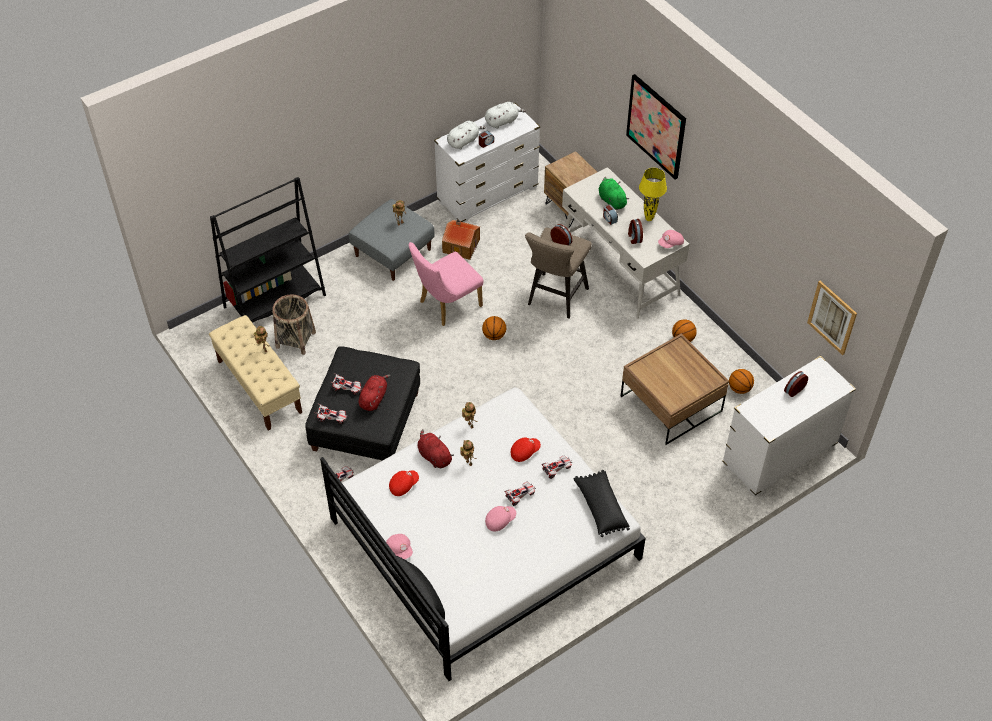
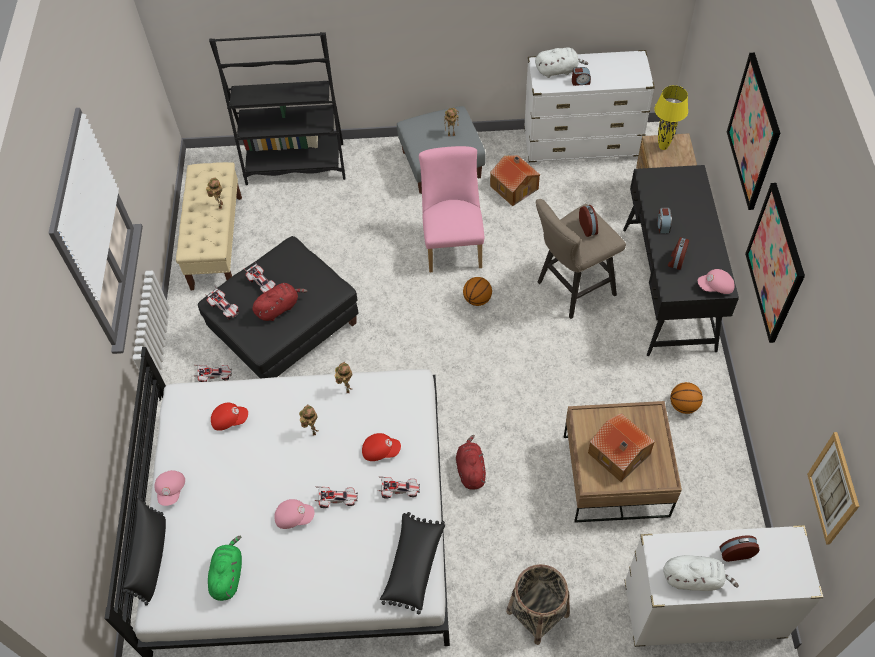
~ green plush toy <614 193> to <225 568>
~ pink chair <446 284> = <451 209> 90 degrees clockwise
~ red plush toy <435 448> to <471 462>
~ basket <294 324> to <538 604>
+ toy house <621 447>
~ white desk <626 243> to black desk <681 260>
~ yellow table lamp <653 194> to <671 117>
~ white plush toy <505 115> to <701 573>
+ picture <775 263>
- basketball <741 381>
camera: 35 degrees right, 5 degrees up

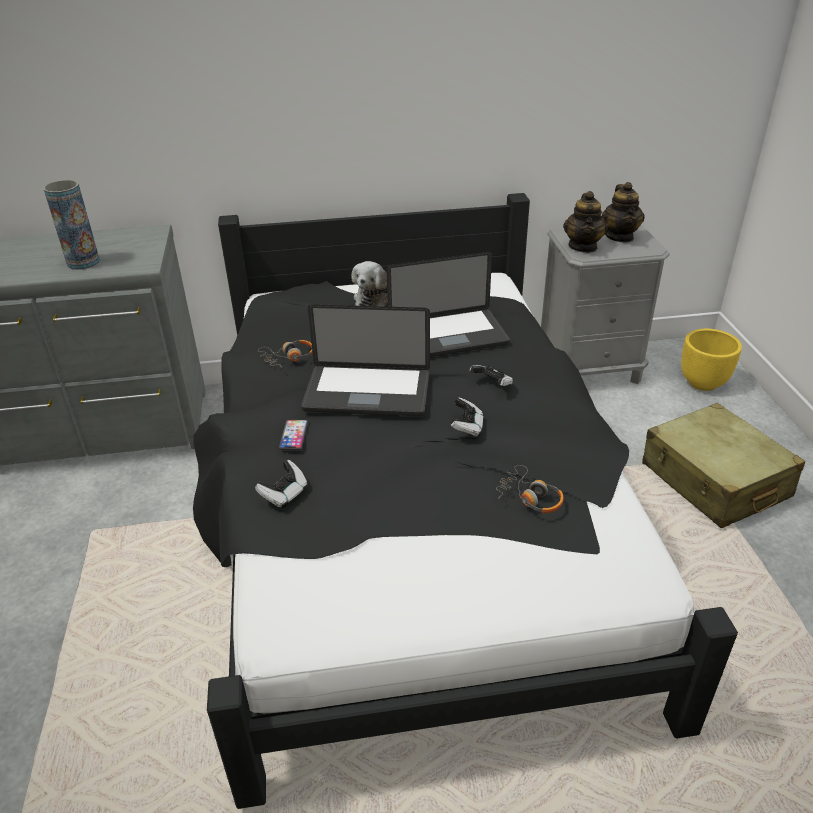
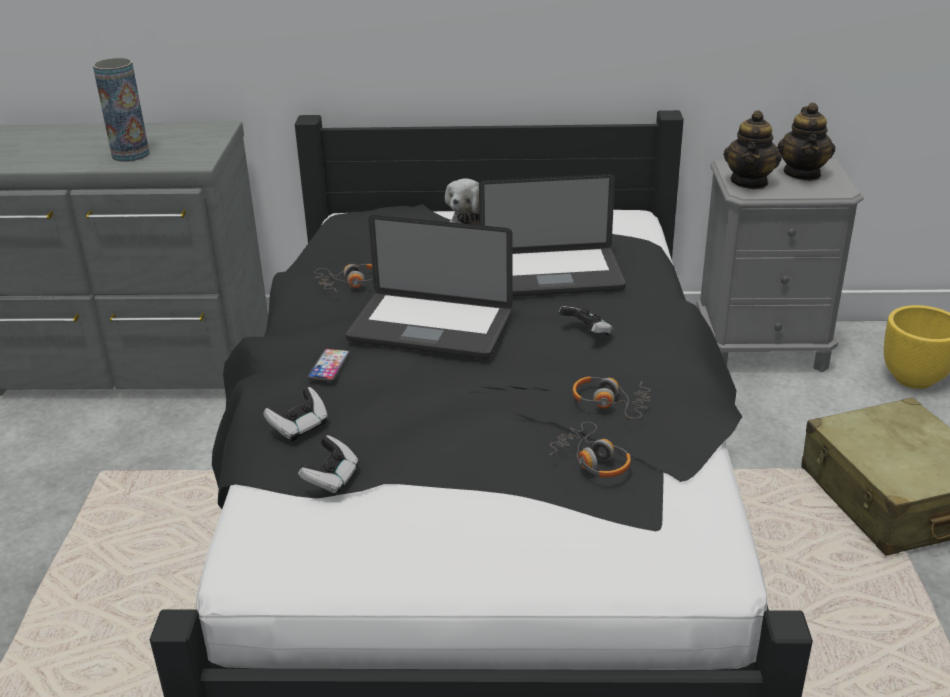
~ game controller <467 417> to <328 464>
+ headphones <611 397>
camera: 10 degrees right, 5 degrees down

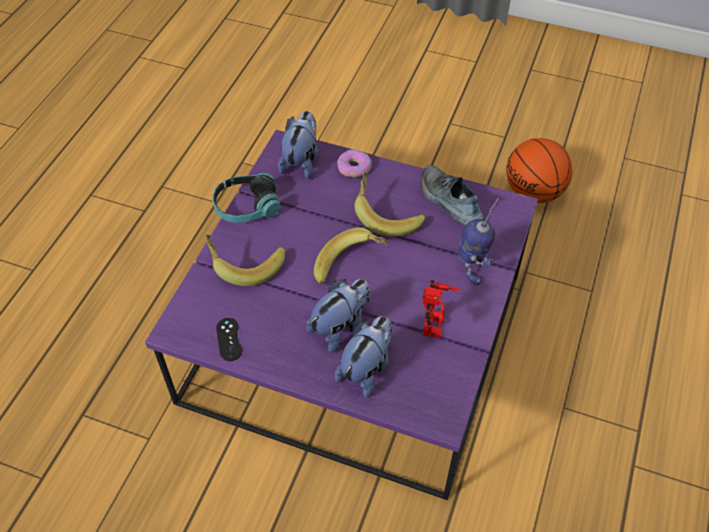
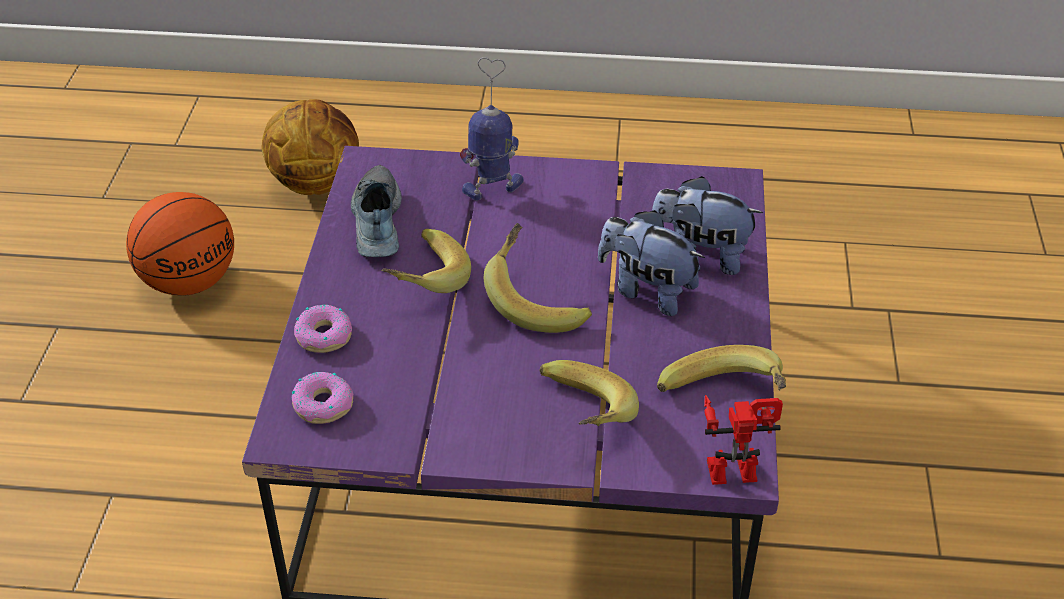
+ basketball <310 147>
~ plush toy <298 145> to donut <323 398>
~ shoe <452 195> = <376 211> 135 degrees clockwise
~ black game controller <229 339> to banana <721 368>
~ toy robot <441 309> to <743 440>
- headphones <246 198>
camera: 105 degrees left, 10 degrees down

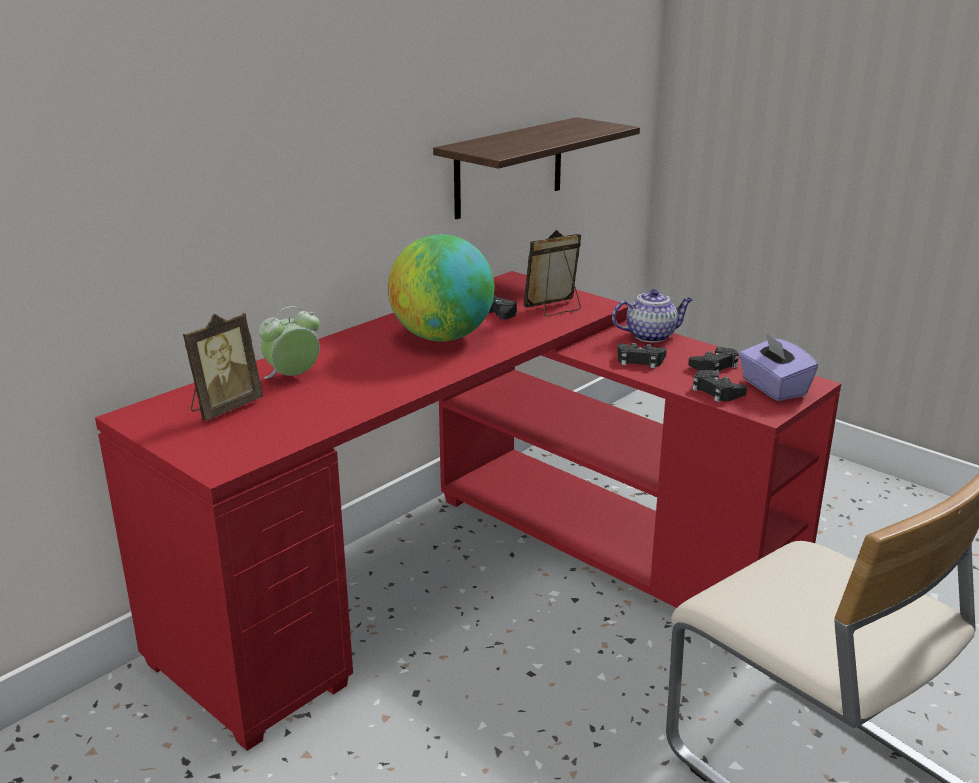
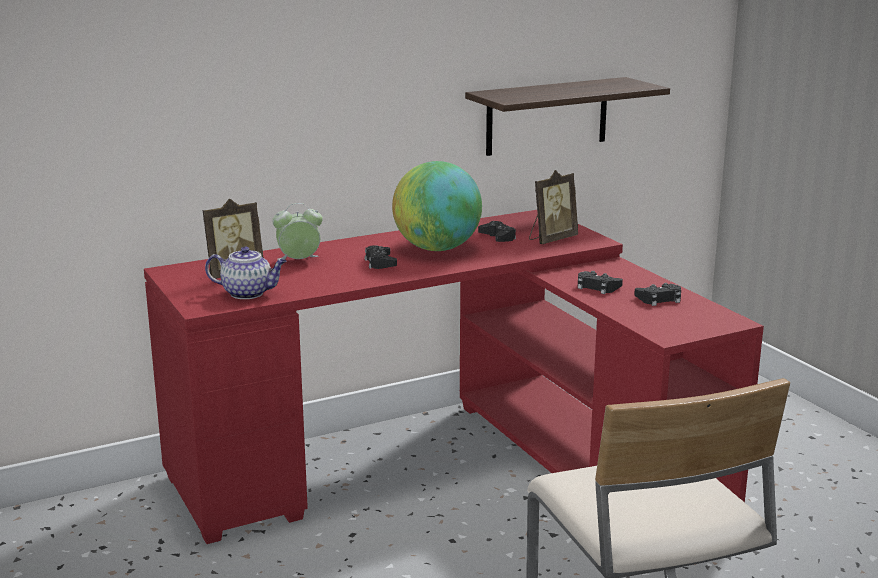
~ teapot <652 315> to <245 272>
~ black game controller <719 386> to <381 257>
~ picture frame <552 273> = <553 207> 150 degrees clockwise
- purple tissue box <778 366>
camera: 20 degrees right, 5 degrees down

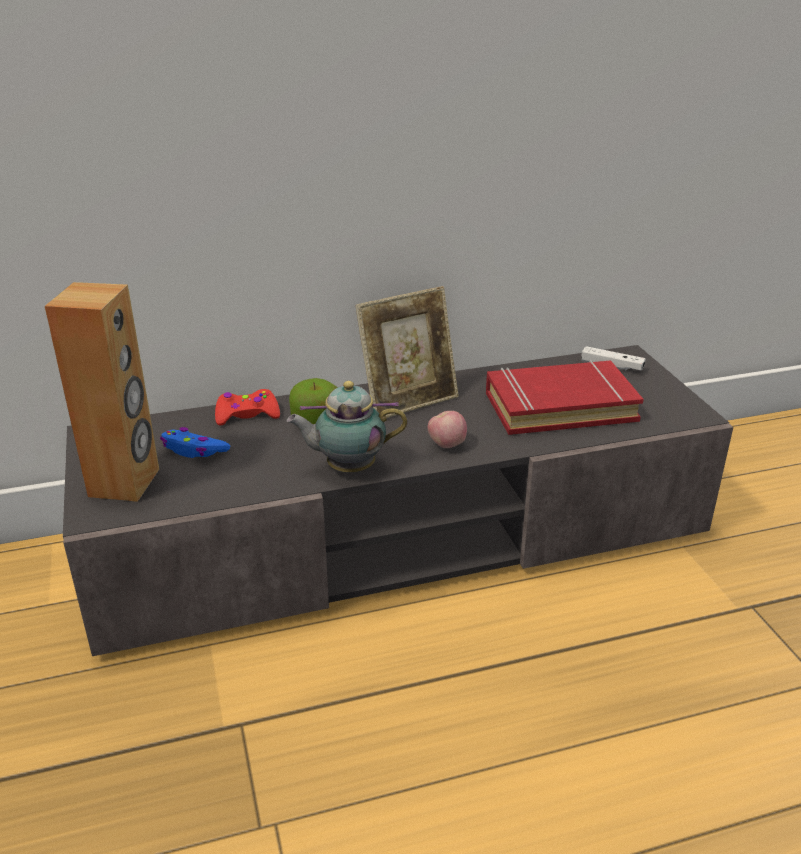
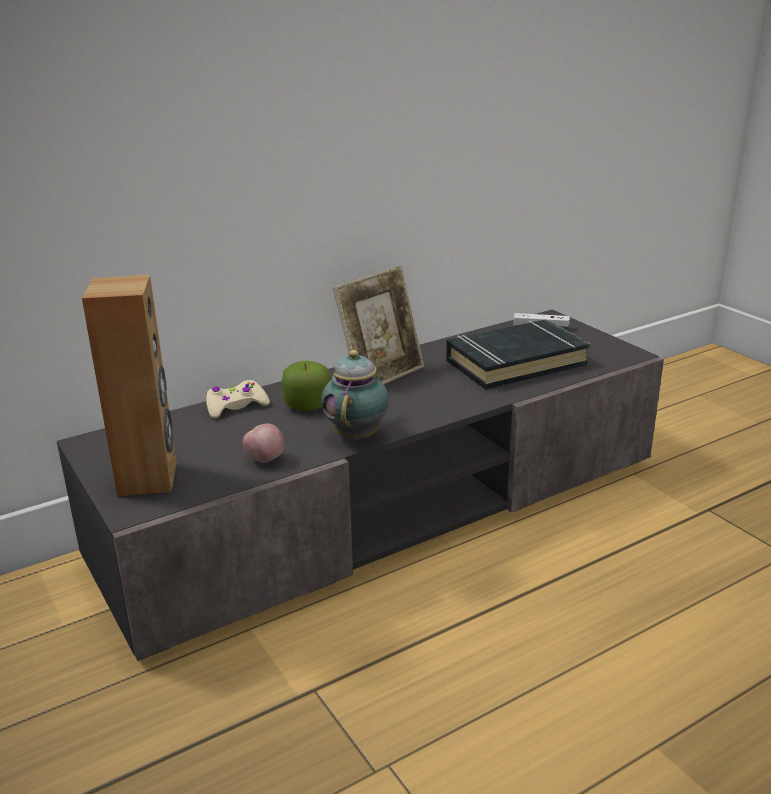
~ red game controller <247 407> to beige game controller <238 399>
~ apple <447 429> to <263 443>
~ teapot <346 426> = <355 395> 120 degrees clockwise
~ red book <565 397> to black book <518 354>
- blue game controller <195 442>
camera: 15 degrees left, 5 degrees down

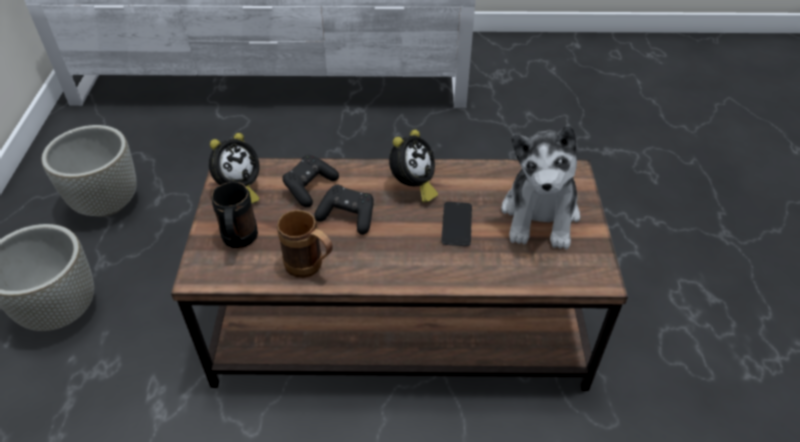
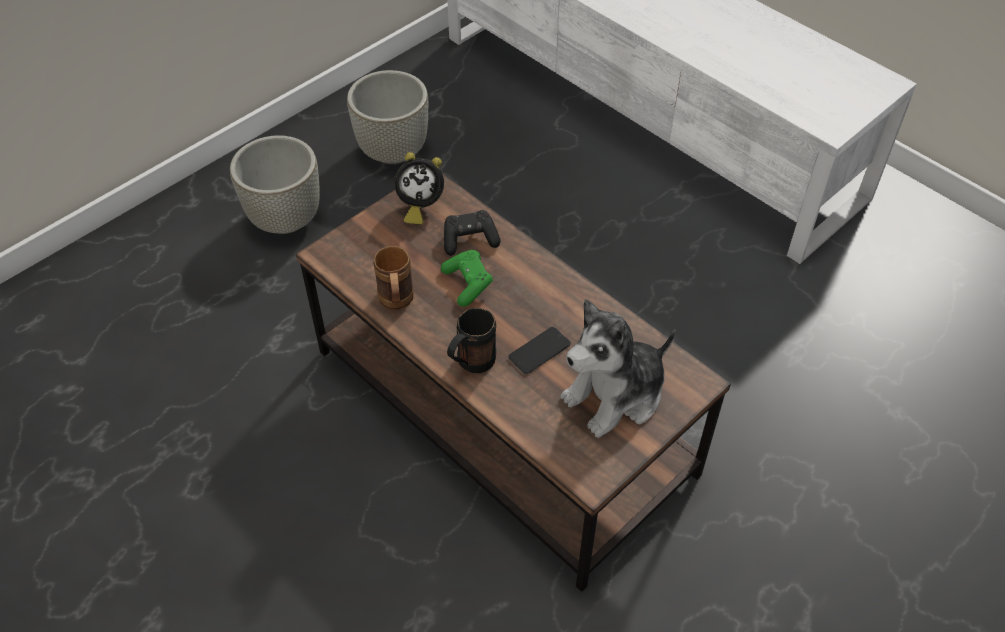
~ black game controller <344 210> to green game controller <467 278>
~ black mug <234 215> to <471 340>
- alarm clock <413 165>
camera: 45 degrees right, 5 degrees up

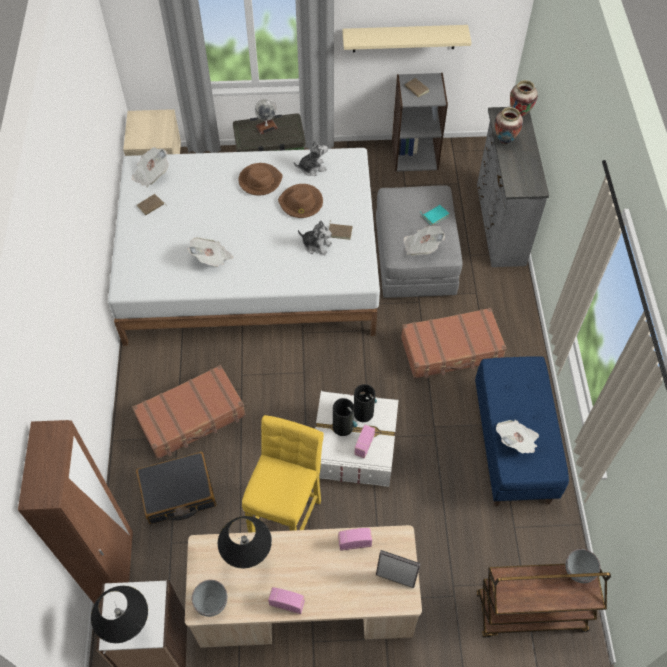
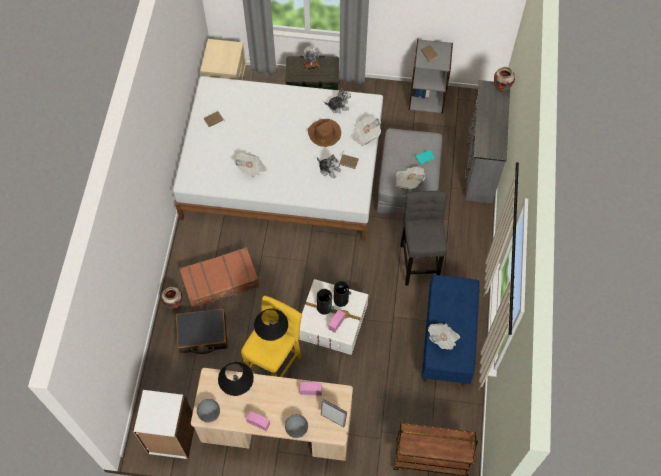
~ vase <509 125> to <171 298>
~ black table lamp <119 614> to <271 325>
~ grey bowl <583 566> to <296 426>
~ newspaper <150 167> to <365 130>
~ brown suitcase <454 343> to grey stool <424 238>
- brown wardrobe <75 513>
- brown hat <260 179>
- beige shelf <407 38>
camera: 10 degrees right, 5 degrees up

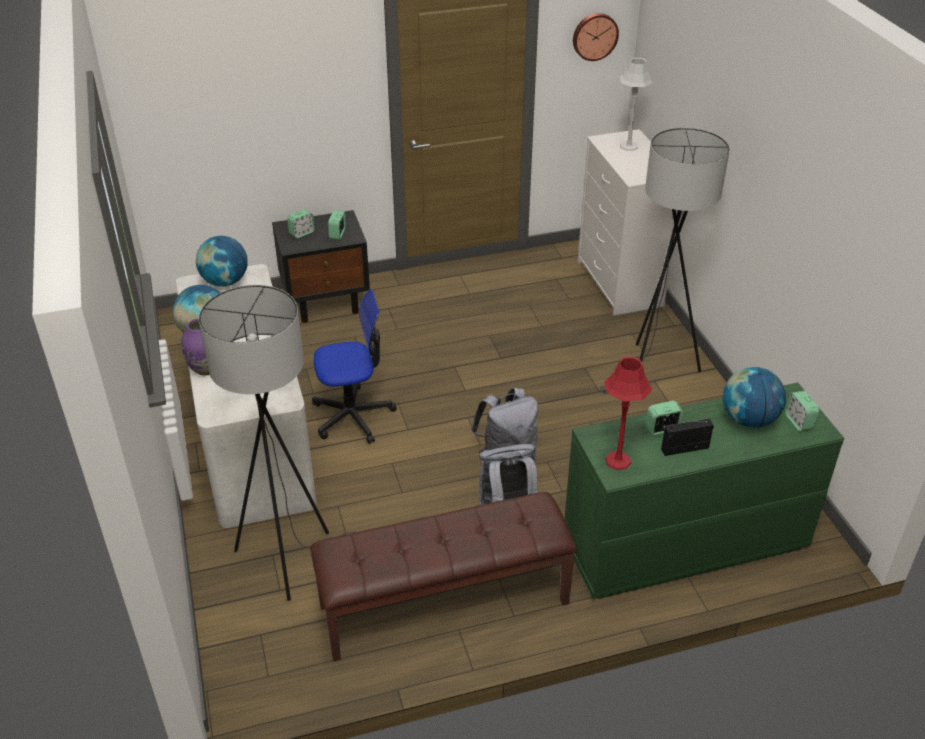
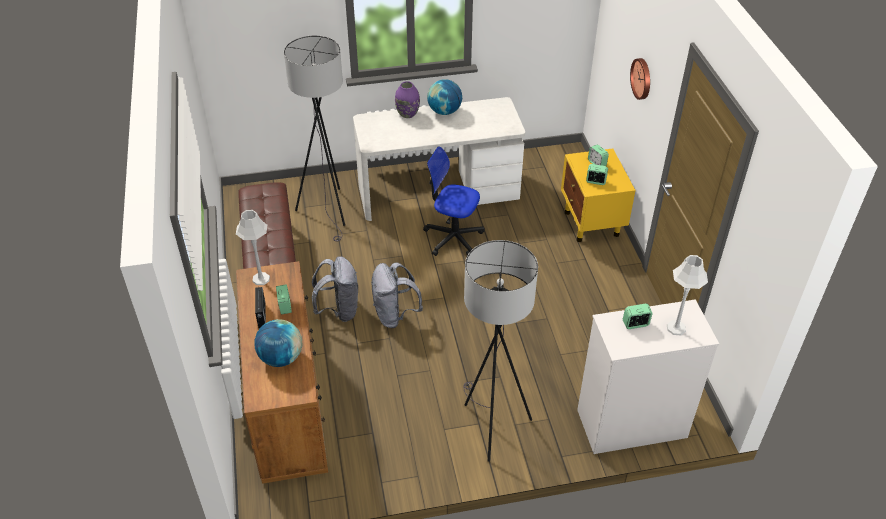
~ red table lamp <628 413> to grey table lamp <253 247>
~ green dresser <704 490> to brown dresser <282 372>
~ office chair <354 366> = <454 201> 120 degrees clockwise
~ black nightstand <321 266> to yellow nightstand <598 195>
~ alarm clock <802 411> to <638 316>
~ wall clock <596 37> to <640 79>
- globe <222 261>
camera: 95 degrees right, 5 degrees up

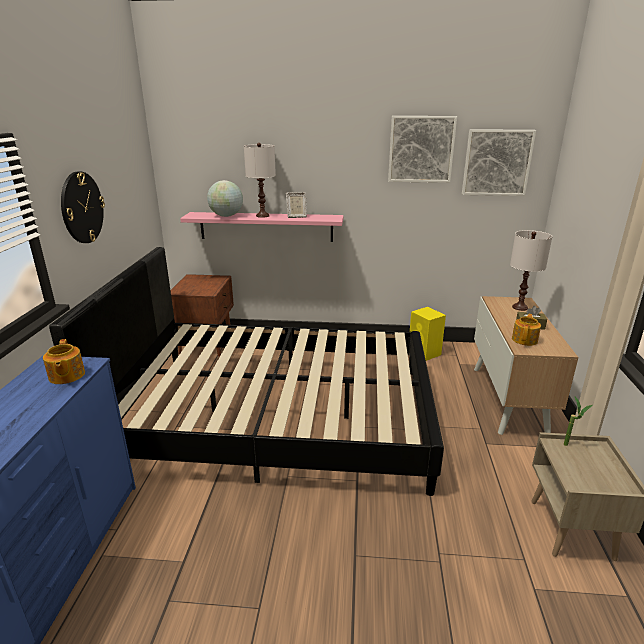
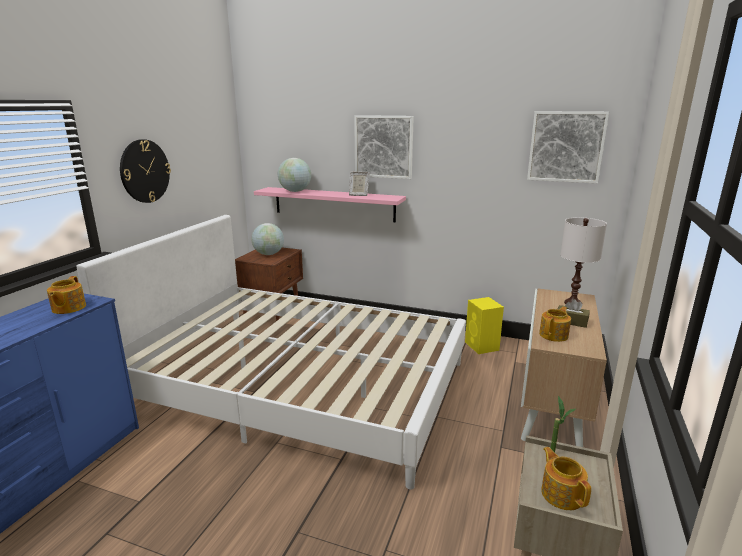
~ black bed <246 371> to white bed <271 352>
+ globe <268 239>
~ picture <422 149> to <384 147>
+ teapot <566 478>
- white table lamp <260 180>
camera: 15 degrees right, 5 degrees down

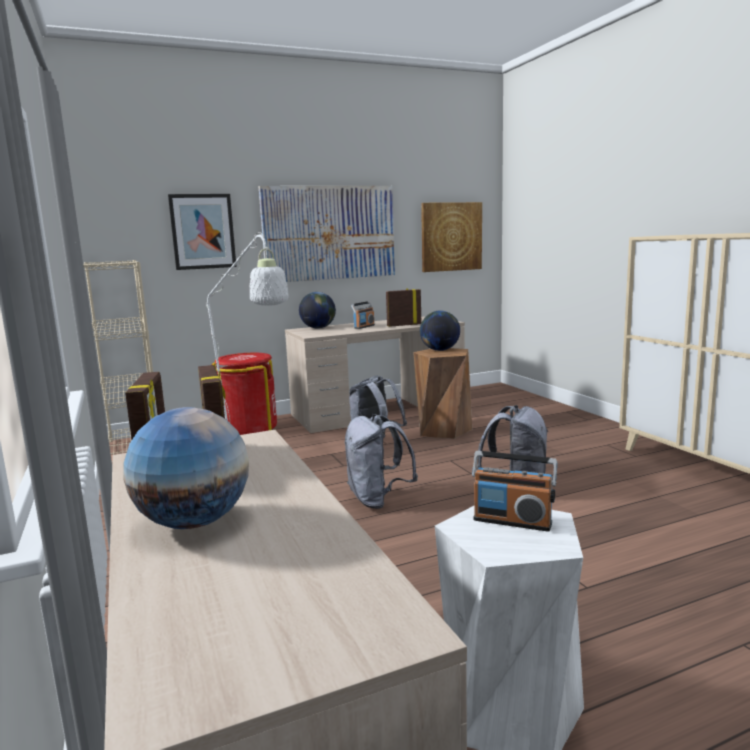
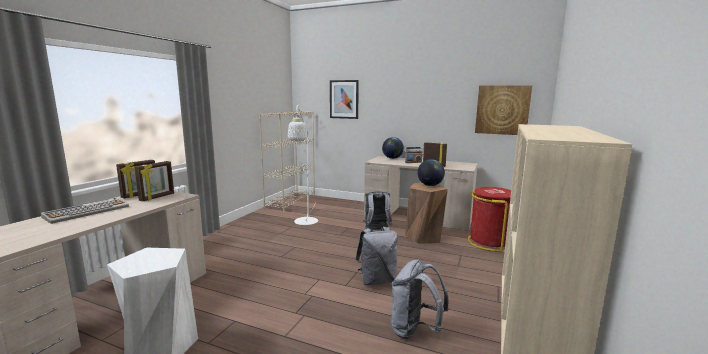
~ globe <186 468> to keyboard <84 211>
~ grey backpack <381 461> to <420 299>
~ red trash can <244 394> to <489 219>
- picture <327 234>
- radio <514 491>
camera: 45 degrees right, 0 degrees up

